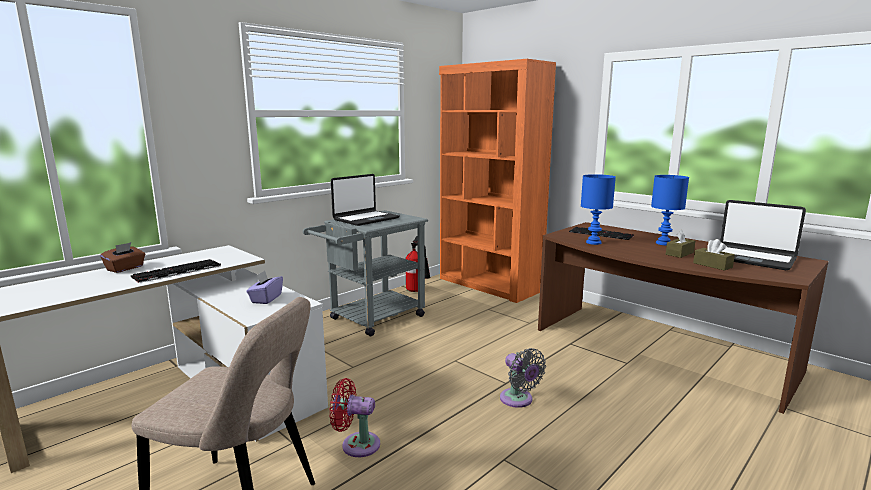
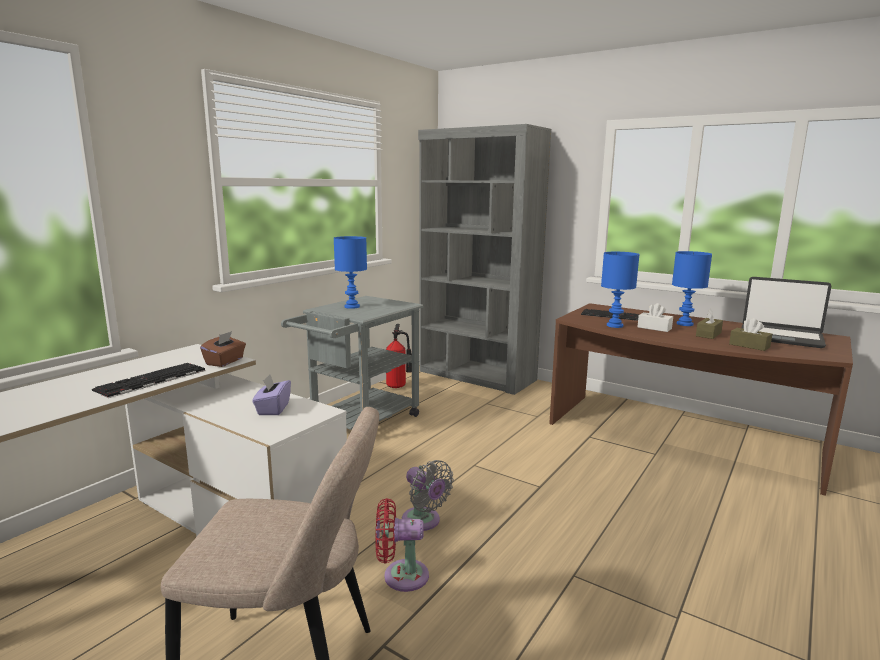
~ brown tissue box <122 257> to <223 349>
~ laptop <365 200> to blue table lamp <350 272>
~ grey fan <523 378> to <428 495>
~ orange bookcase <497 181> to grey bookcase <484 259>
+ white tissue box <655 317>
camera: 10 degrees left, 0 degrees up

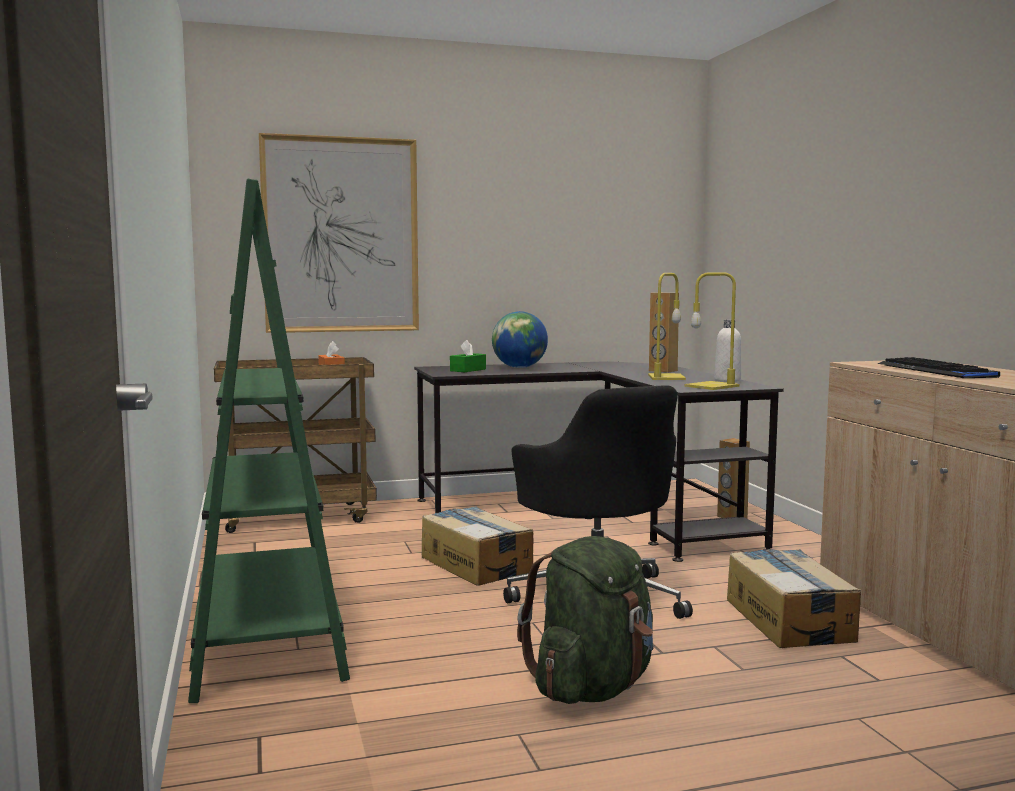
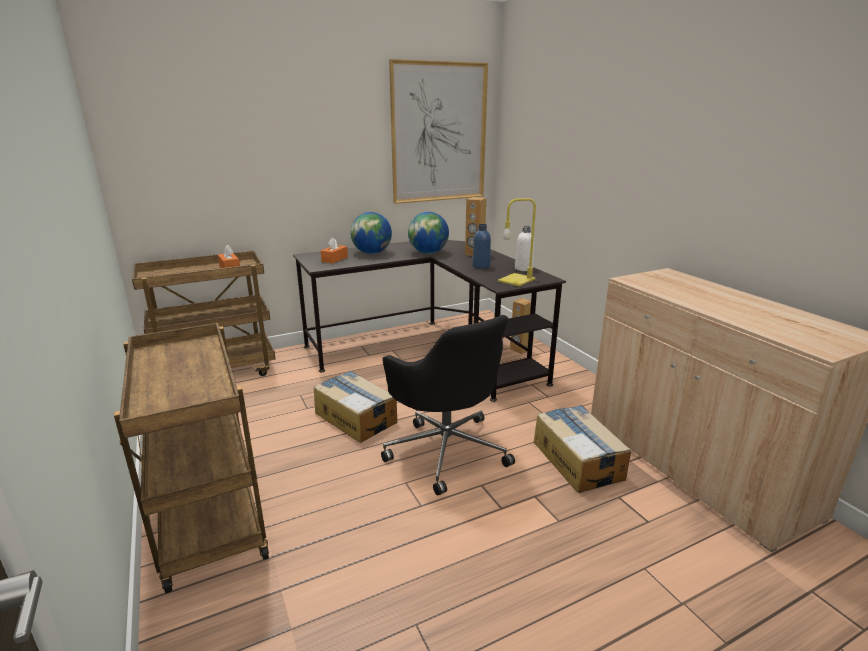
~ green bookcase <269 441> to brown cart <191 458>
~ green tissue box <468 356> to orange tissue box <334 250>
~ picture <339 233> to <438 131>
+ globe <428 233>
~ yellow table lamp <667 326> to blue bottle <481 246>
- green backpack <585 620>
- keyboard <939 367>
camera: 10 degrees left, 15 degrees up

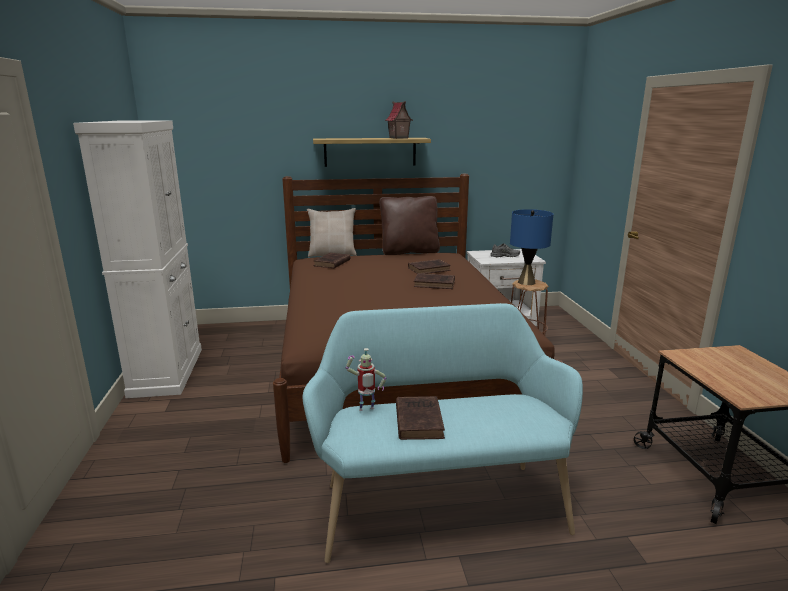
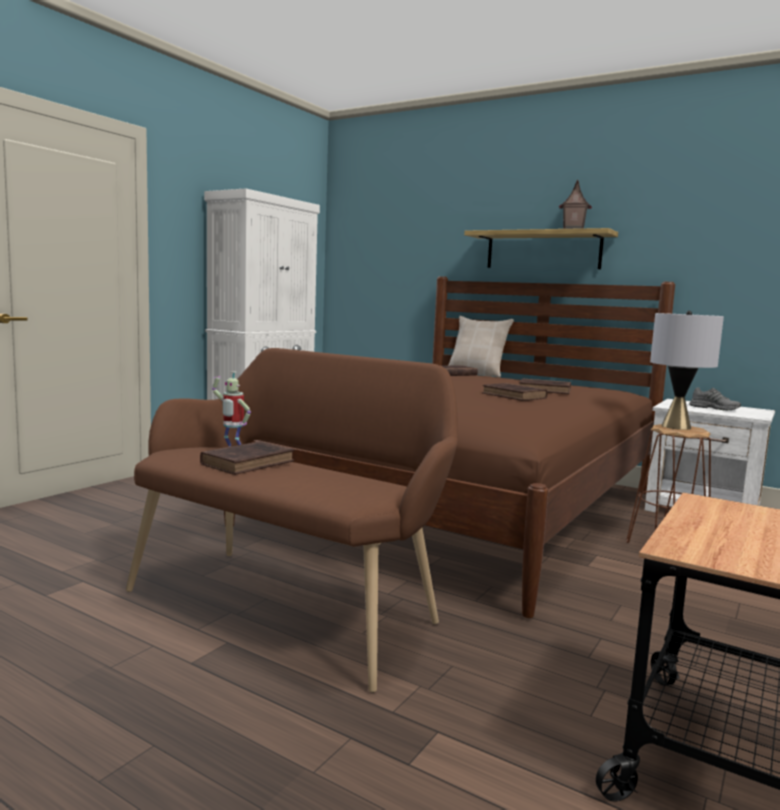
~ turquoise bench <442 433> to brown bench <292 520>
~ blue table lamp <531 247> to grey table lamp <687 370>
- brown pillow <409 225>
camera: 40 degrees right, 10 degrees down

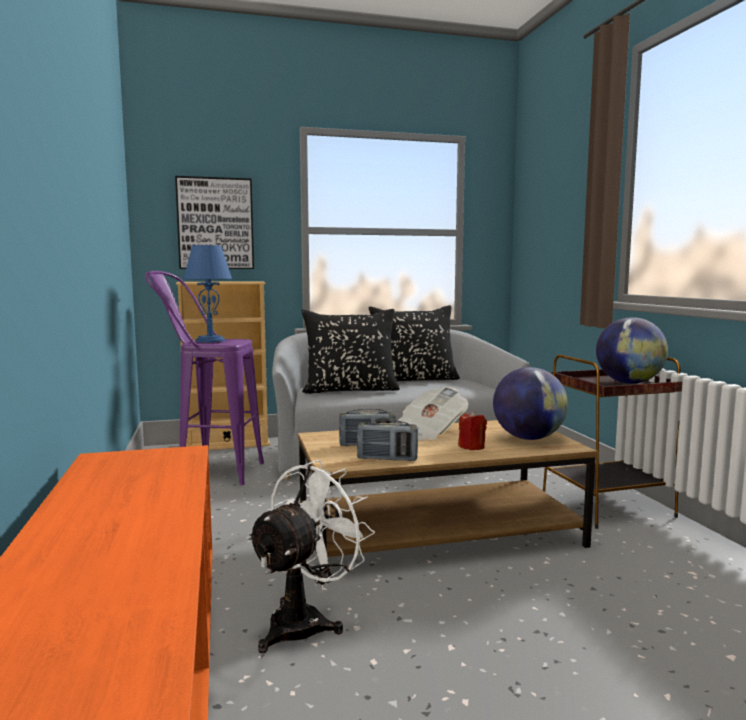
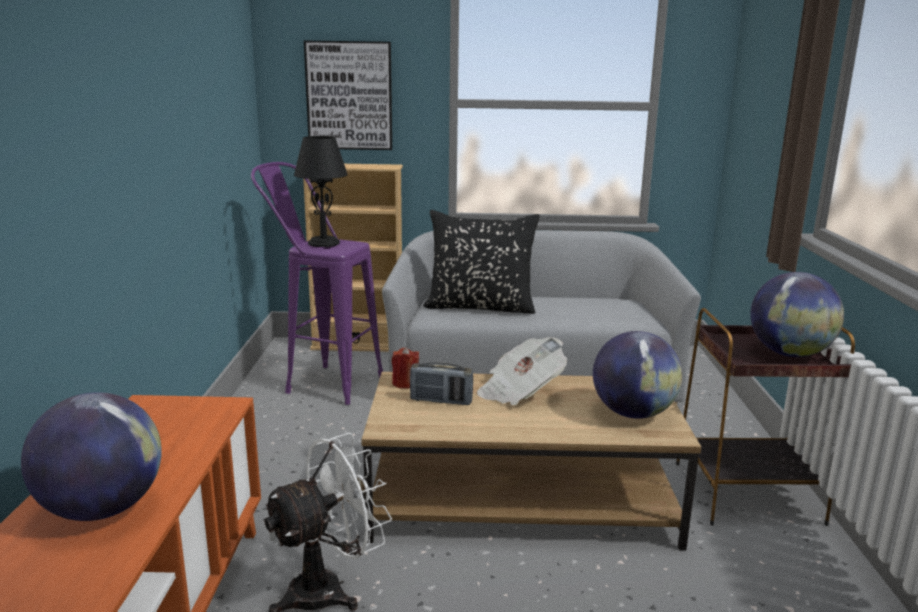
+ globe <91 456>
~ blue table lamp <207 293> to black table lamp <321 191>
~ red candle <472 430> to <405 367>
- radio <387 440>
- black pillow <414 343>
camera: 15 degrees right, 10 degrees up

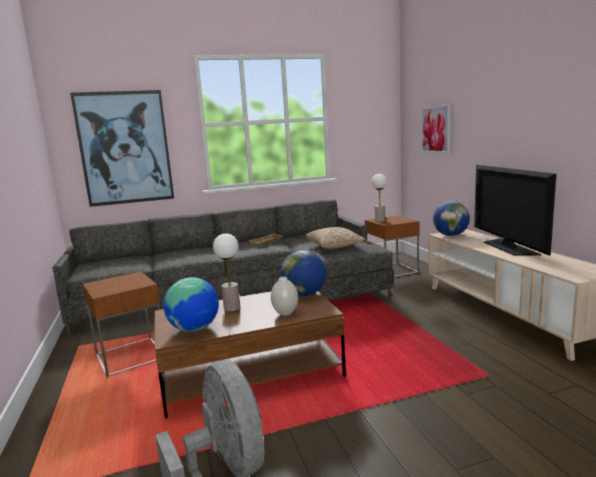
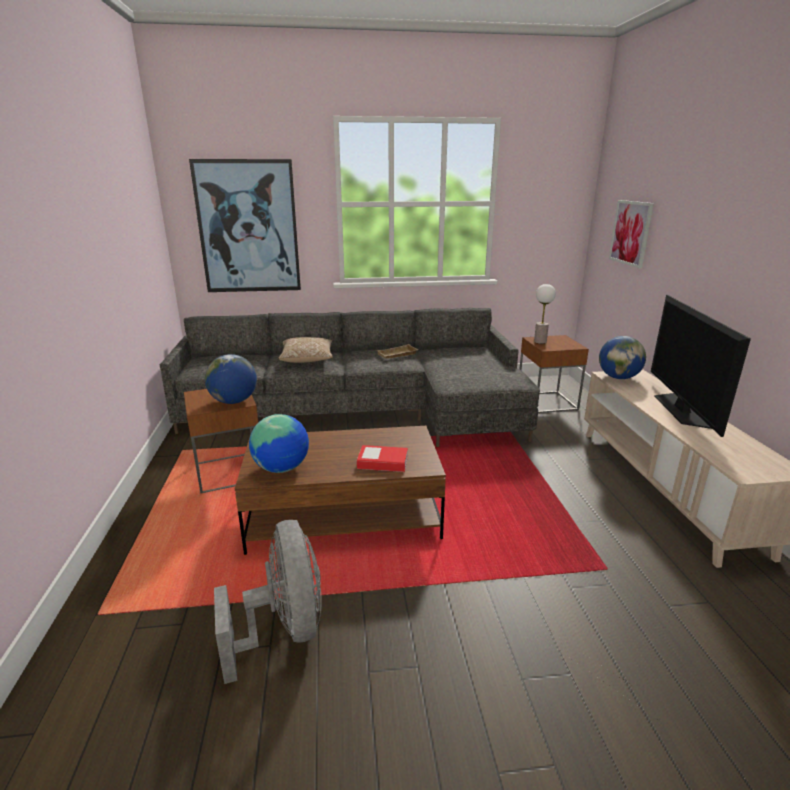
~ globe <303 273> to <231 379>
~ pillow <336 238> to <306 350>
~ white vase <284 296> to book <382 458>
- table lamp <226 272>
camera: 10 degrees right, 10 degrees up

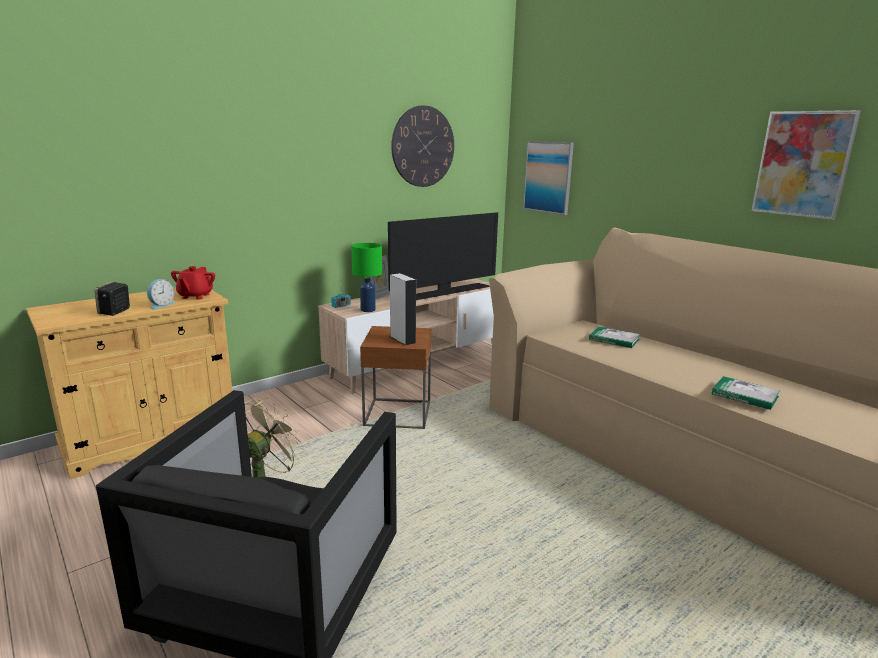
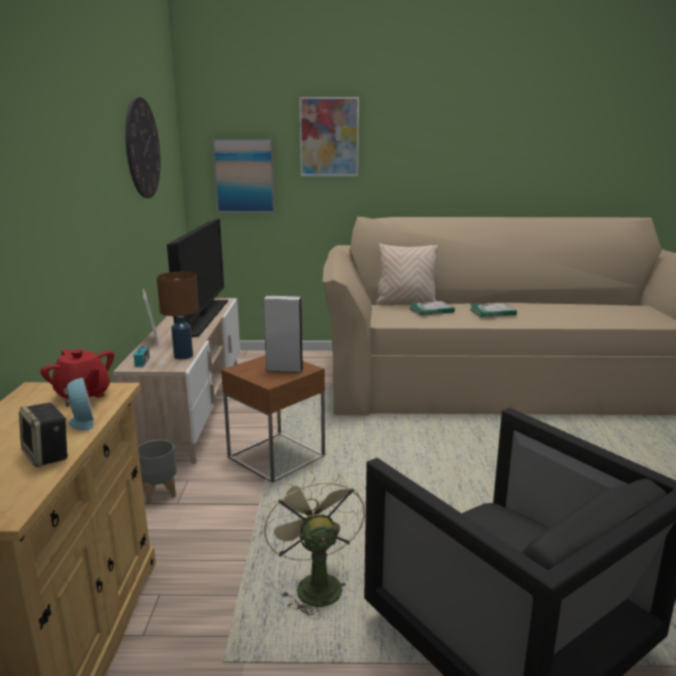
+ grey planter <157 472>
~ green table lamp <366 277> to brown table lamp <178 316>
~ picture <806 165> to <329 136>
+ beige pillow <407 274>
~ book <746 393> to <493 310>
camera: 50 degrees left, 0 degrees up

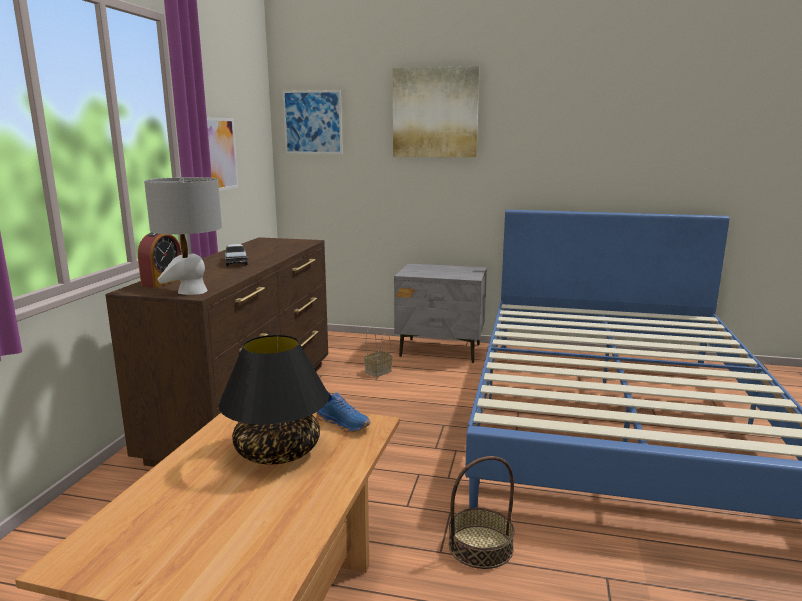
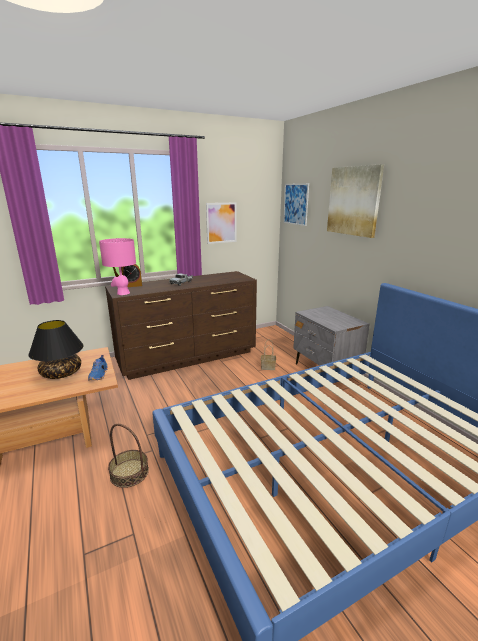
~ grey table lamp <183 236> to pink table lamp <117 266>
camera: 50 degrees right, 5 degrees up

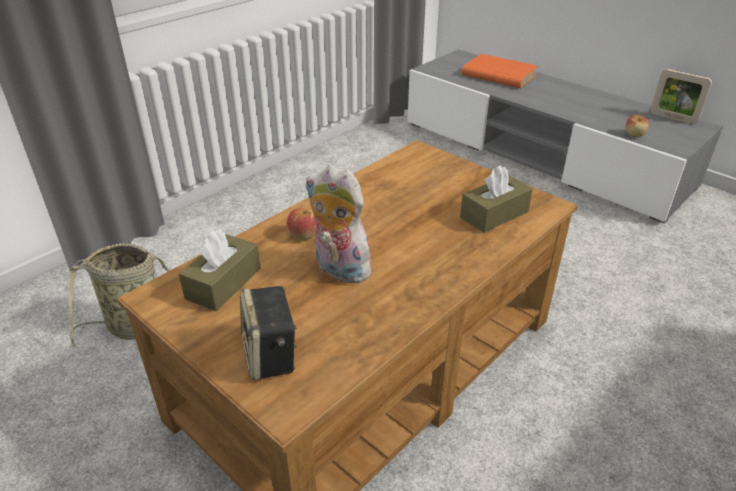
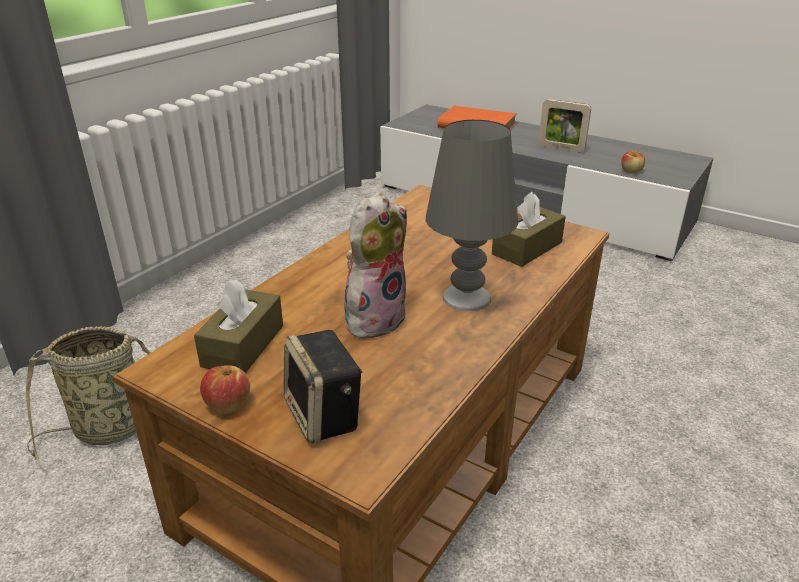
~ apple <301 224> to <225 389>
~ plush toy <339 224> = <375 266> 105 degrees clockwise
+ grey table lamp <472 215>
~ picture frame <681 96> to <564 125>
camera: 10 degrees left, 5 degrees down

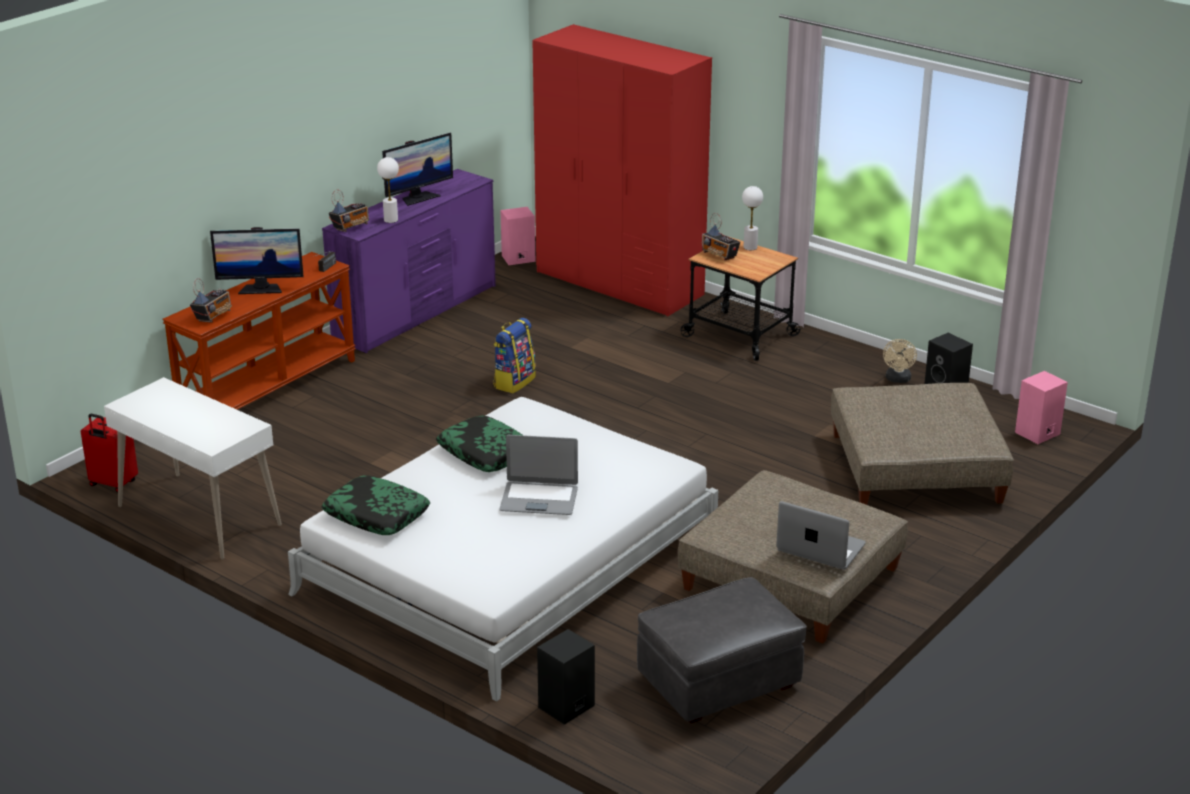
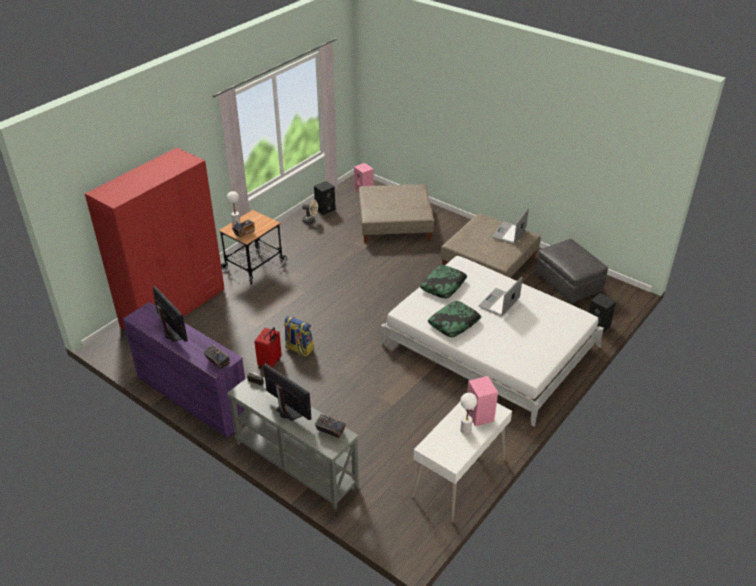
~ brown console table <259 331> to grey console table <293 441>
~ red suitcase <109 453> to <268 348>
~ monitor <257 260> = <287 392> 45 degrees counterclockwise
~ pillow <375 505> to <443 281>
~ white table lamp <388 190> to <468 414>
~ pink speaker <517 236> to <482 401>
~ laptop <539 475> = <500 297> 150 degrees counterclockwise
camera: 90 degrees left, 10 degrees up

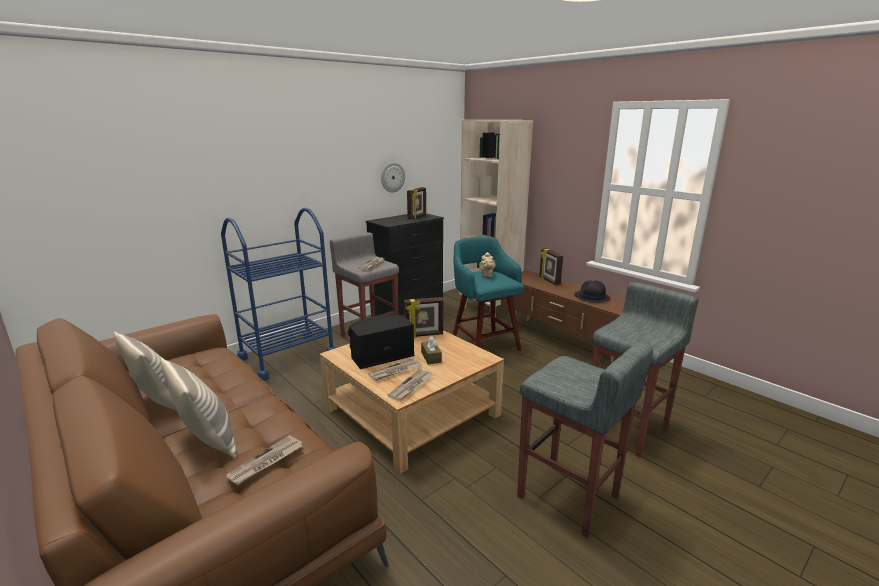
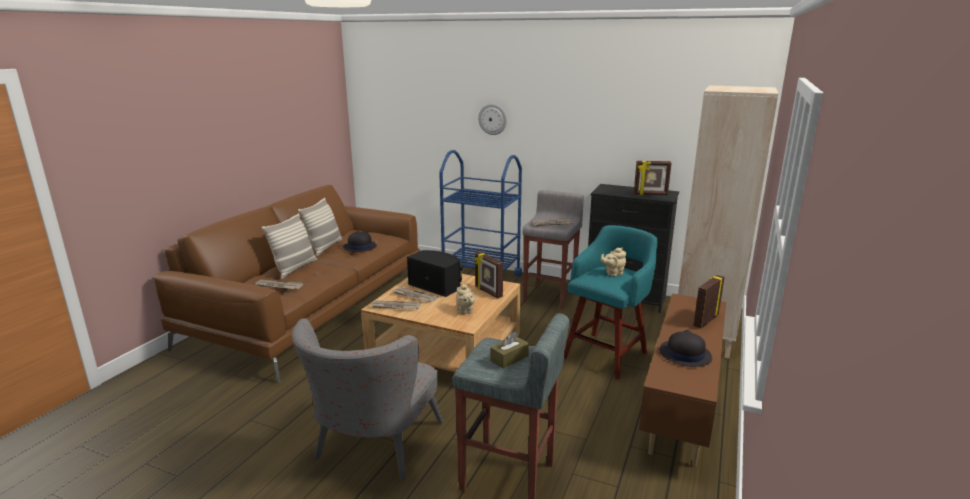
~ grey stool <585 439> to grey armchair <368 399>
+ black hat <360 241>
+ beige teapot <466 298>
~ wall clock <393 177> to <492 119>
~ brown tissue box <431 350> to <509 350>
camera: 65 degrees right, 0 degrees up

